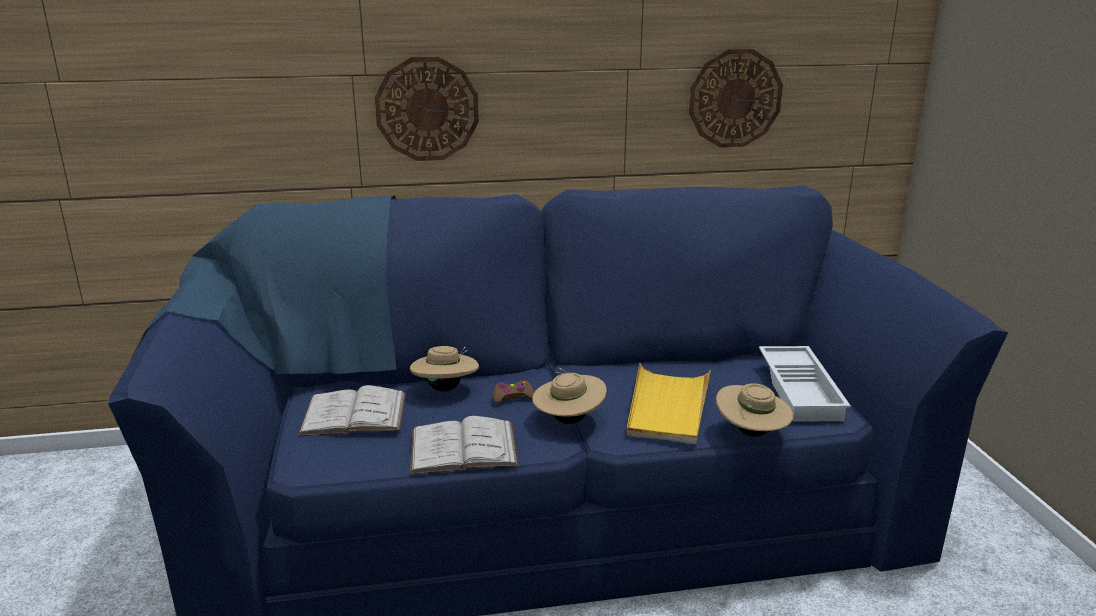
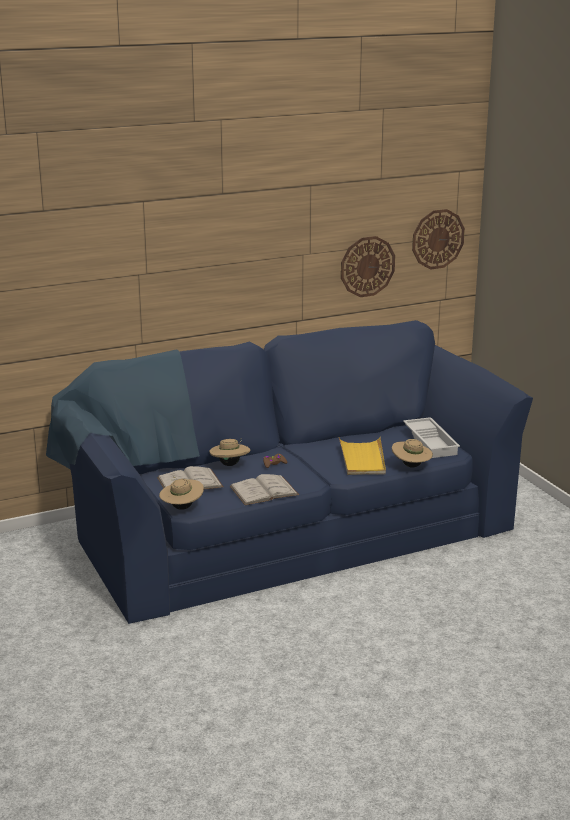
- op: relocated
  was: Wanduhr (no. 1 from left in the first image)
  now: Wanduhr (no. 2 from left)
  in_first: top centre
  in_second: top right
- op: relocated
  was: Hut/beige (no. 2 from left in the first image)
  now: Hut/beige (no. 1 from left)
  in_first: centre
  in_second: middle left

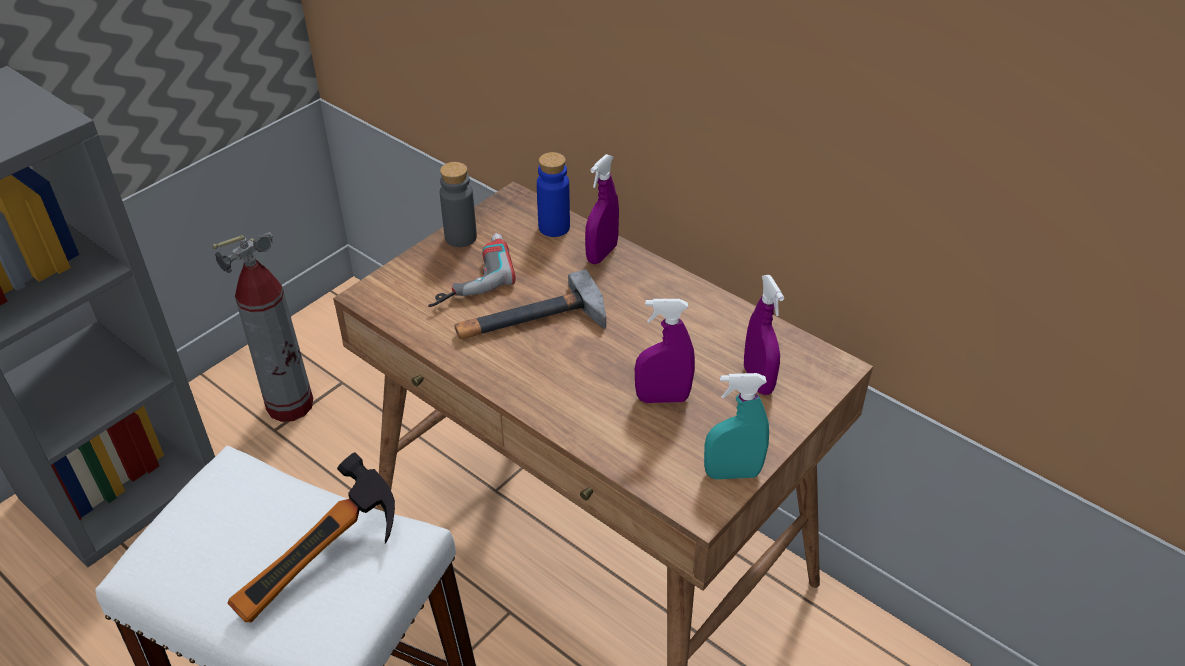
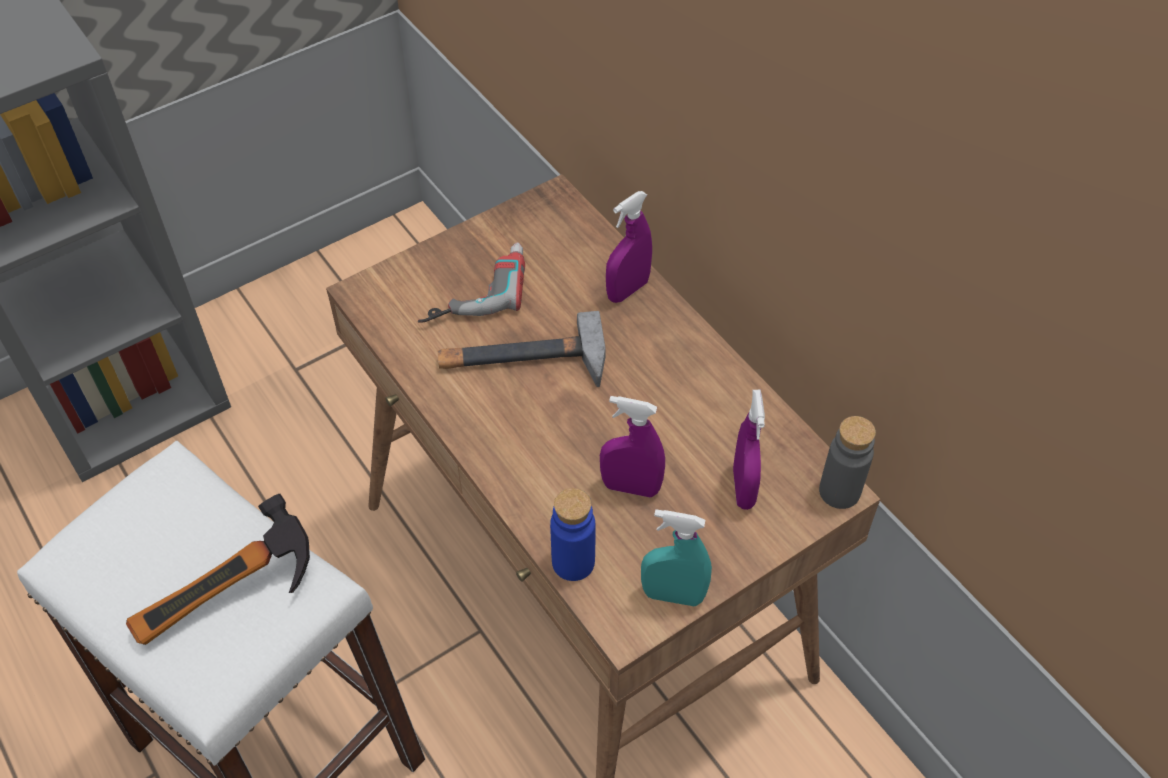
- op: missing
  was: Feuerlöscher
  in_first: middle left
- op: relocated
  was: Flasche/grau
  in_first: top centre
  in_second: middle right
- op: relocated
  was: Flasche/blau
  in_first: top centre
  in_second: bottom centre

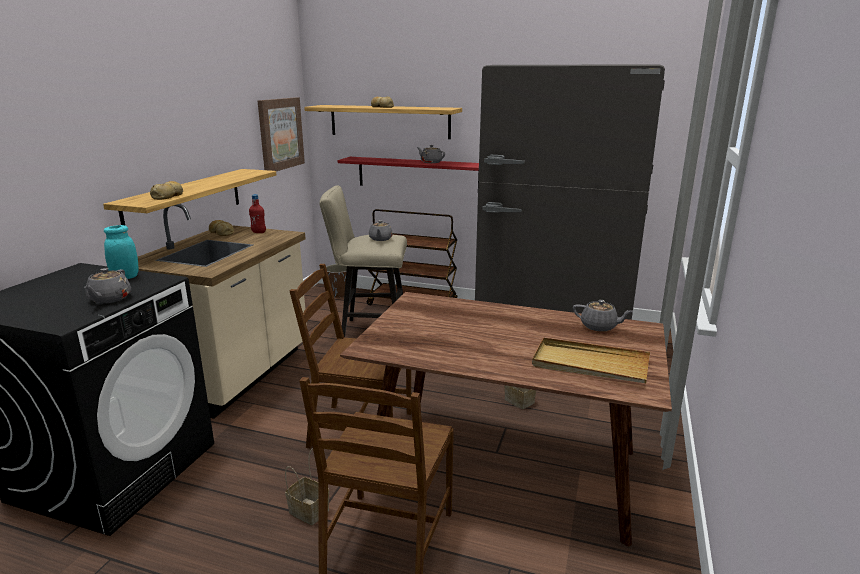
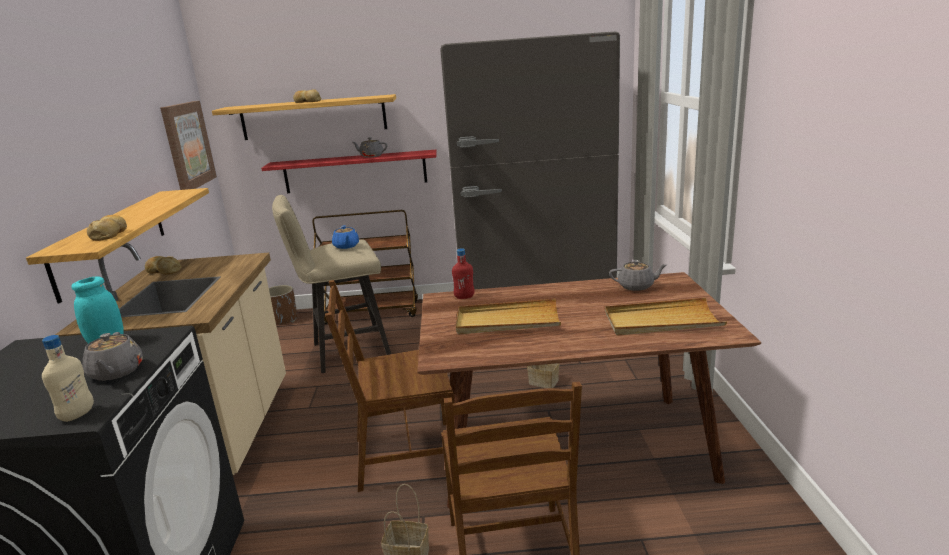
- op: appeared
  now: Flasche/beige
  in_second: bottom left
- op: appeared
  now: Tablett/beige (no. 1 from left)
  in_second: centre
- op: relocated
  was: Flasche/rot
  in_first: middle left
  in_second: centre
- op: colour
  was: Teekanne/grau (no. 2 from left)
  now: Teekanne/blau
  in_first: centre
  in_second: centre

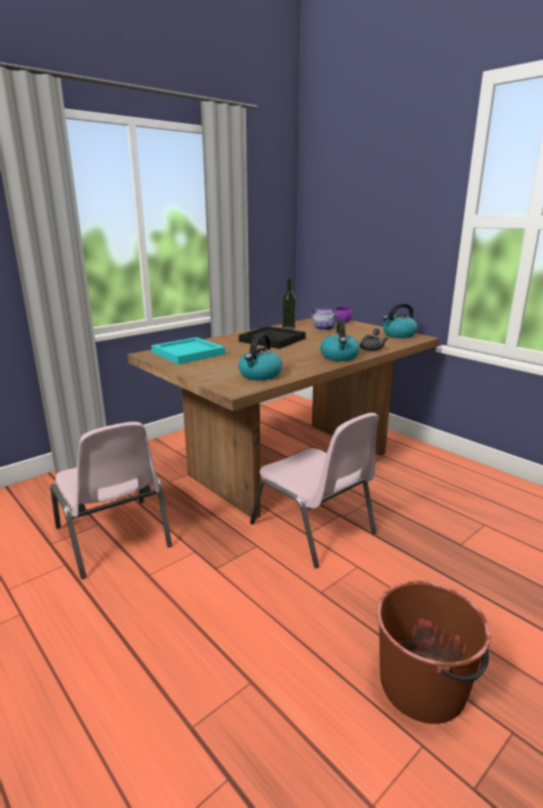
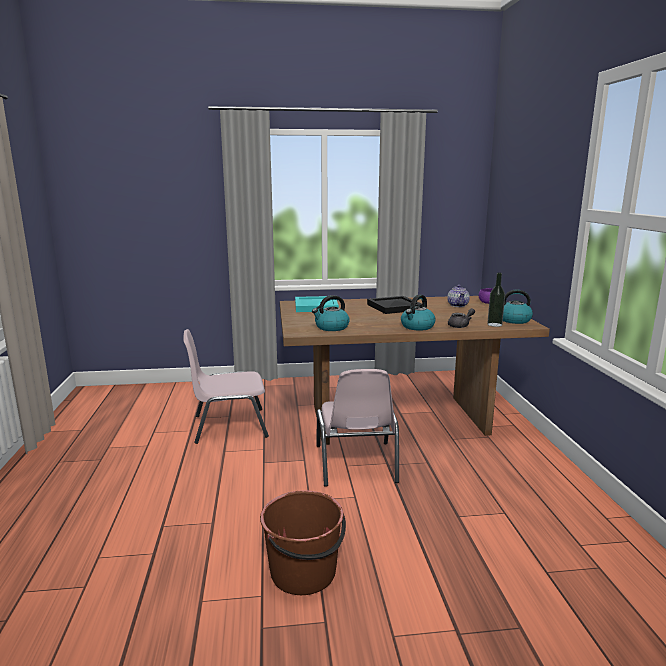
- op: relocated
  was: Flasche
  in_first: centre
  in_second: middle right
- op: spun
  was: Stuhl/rosa (no. 1 from left)
  in_first: middle left
  in_second: centre
  clockwise: 75

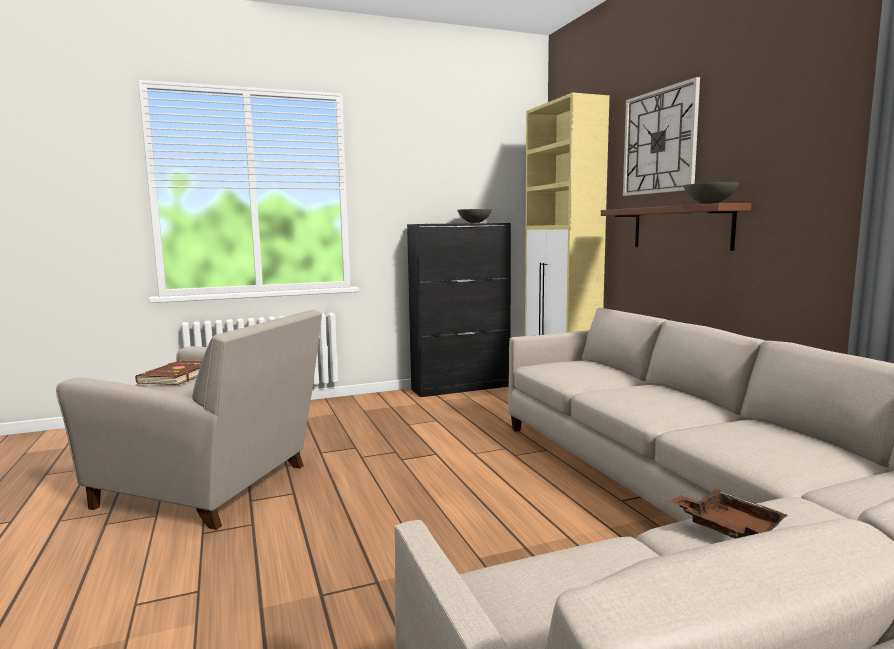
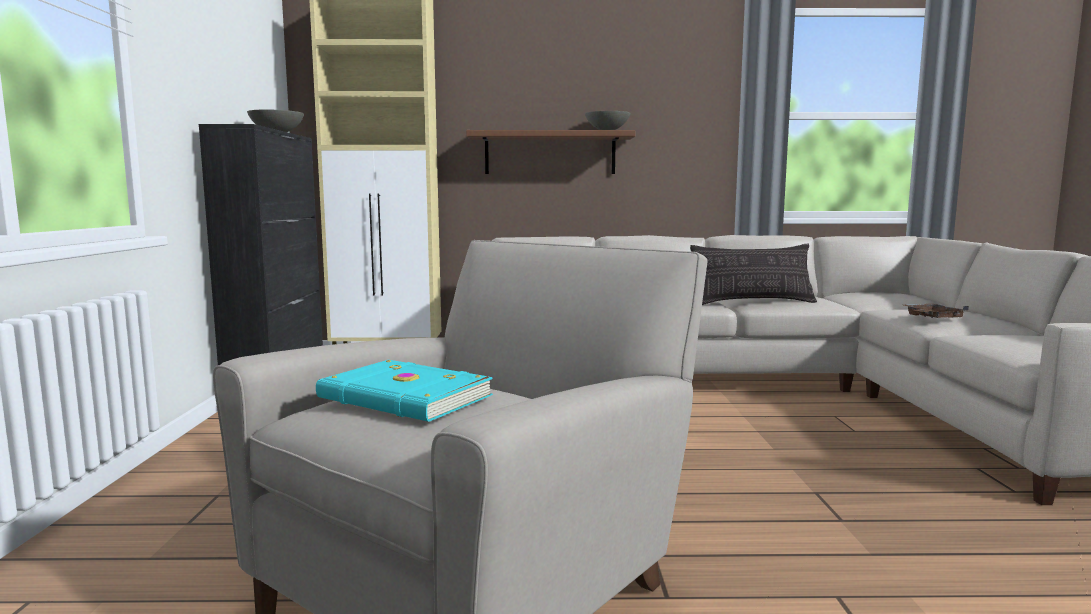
- op: missing
  was: Wanduhr
  in_first: top right
- op: appeared
  now: Kissen
  in_second: middle right
- op: colour
  was: Buch/braun
  now: Buch/türkis
  in_first: middle left
  in_second: centre

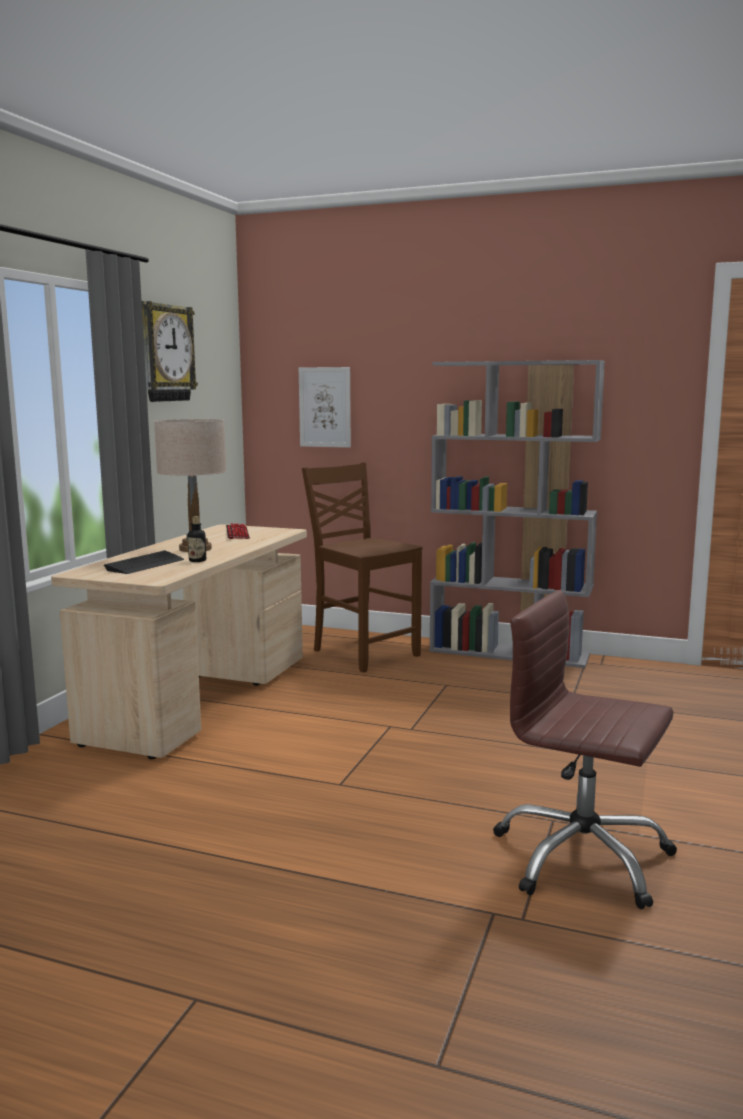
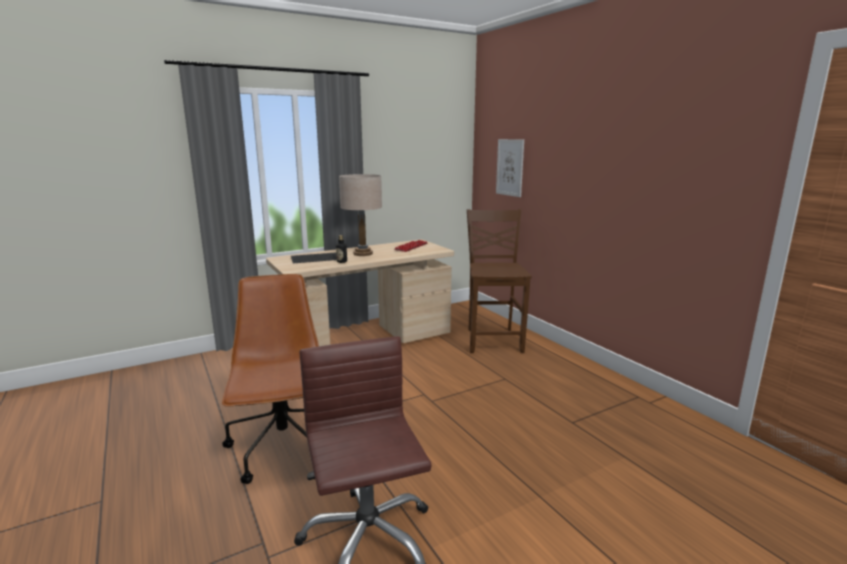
- op: missing
  was: Wanduhr
  in_first: top left
- op: missing
  was: Bücherregal/grau
  in_first: middle right
- op: appeared
  now: Bürostuhl/braun (no. 1 from left)
  in_second: bottom left

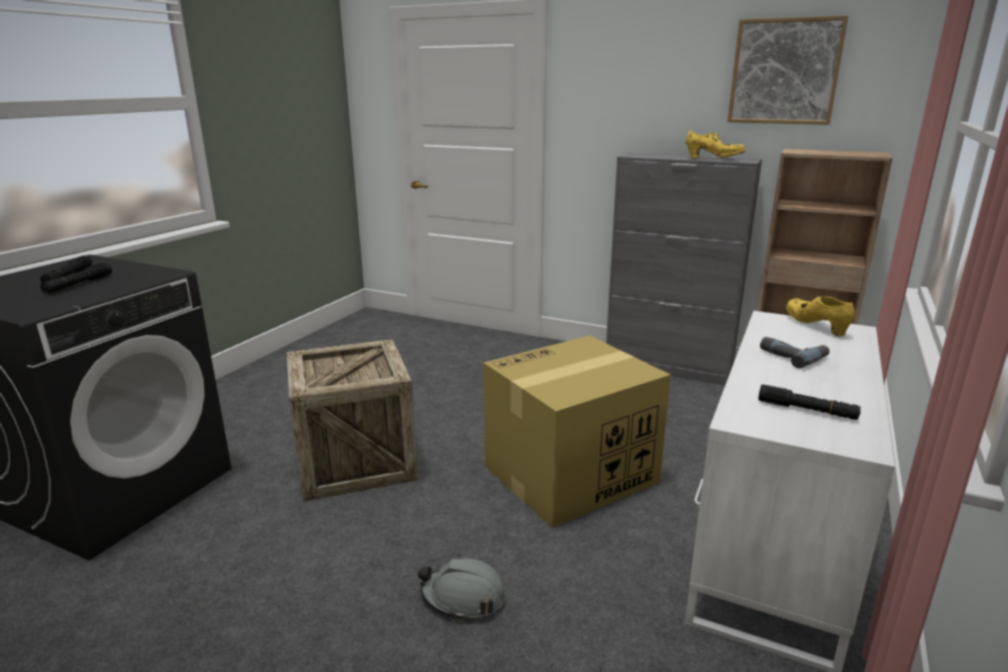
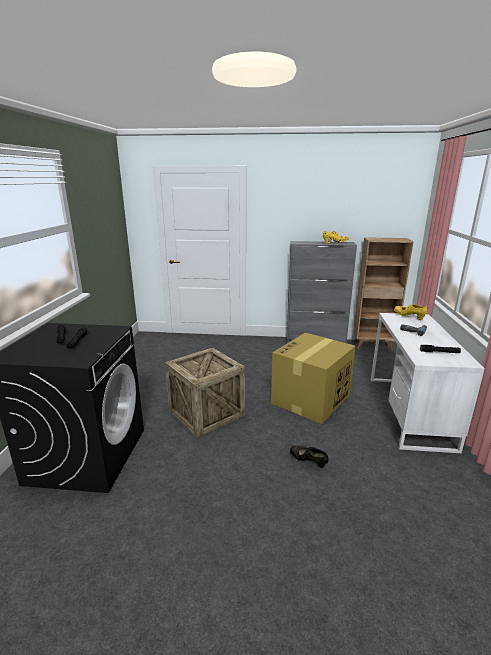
- op: missing
  was: Bild
  in_first: top right
- op: exchanged
  was: Schutzhelm/grau
  now: Schuh/schwarz
  in_first: bottom centre
  in_second: bottom centre

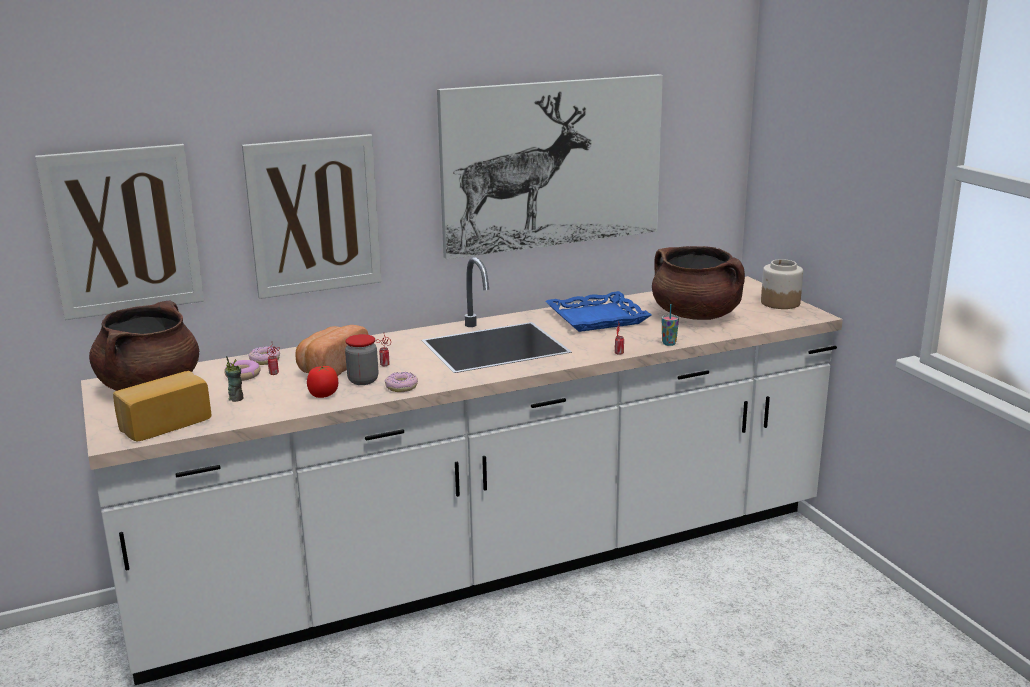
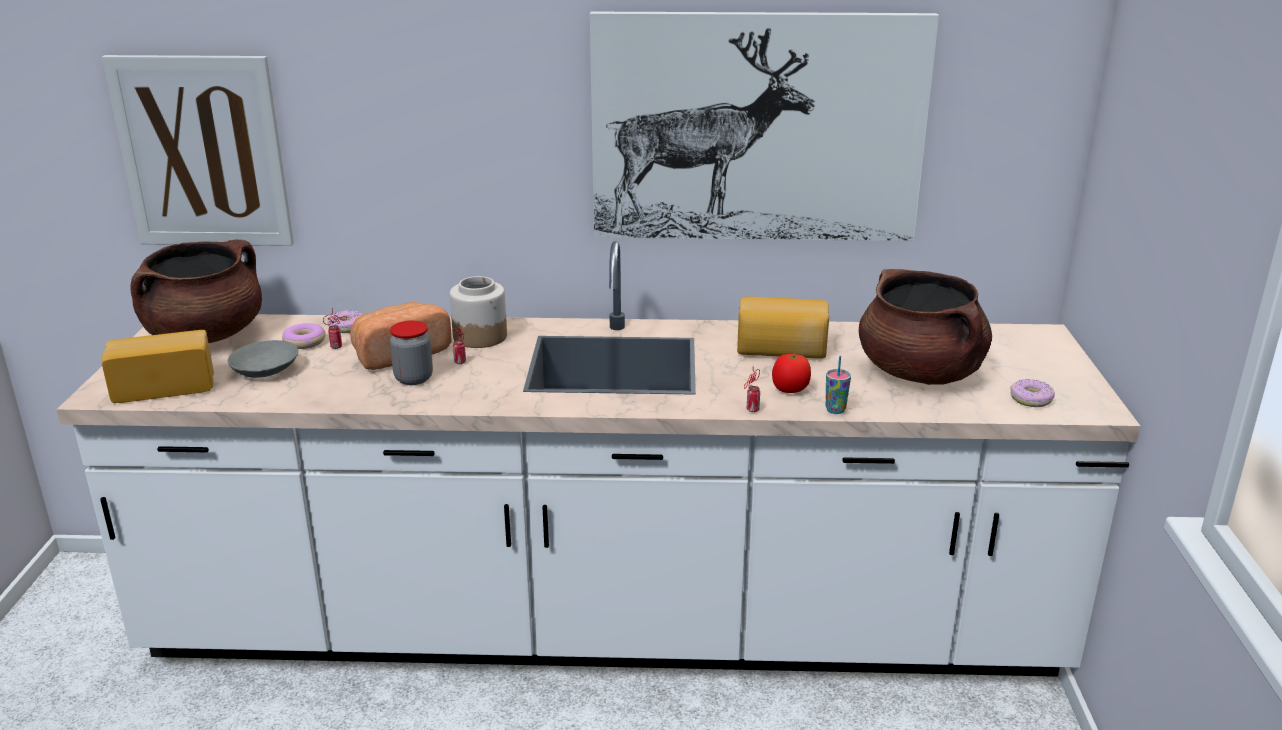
- op: missing
  was: Bild (no. 2 from left)
  in_first: top left
- op: relocated
  was: Tomate
  in_first: middle left
  in_second: centre
- op: relocated
  was: Donut (no. 3 from left)
  in_first: centre
  in_second: middle right
- op: relocated
  was: Vorratsglas (no. 2 from left)
  in_first: middle right
  in_second: centre
- op: exchanged
  was: Tasse (no. 1 from left)
  now: Schüssel/grau
  in_first: middle left
  in_second: middle left
- op: exchanged
  was: Tablett/blau
  now: Brot (no. 3 from left)
  in_first: centre
  in_second: centre

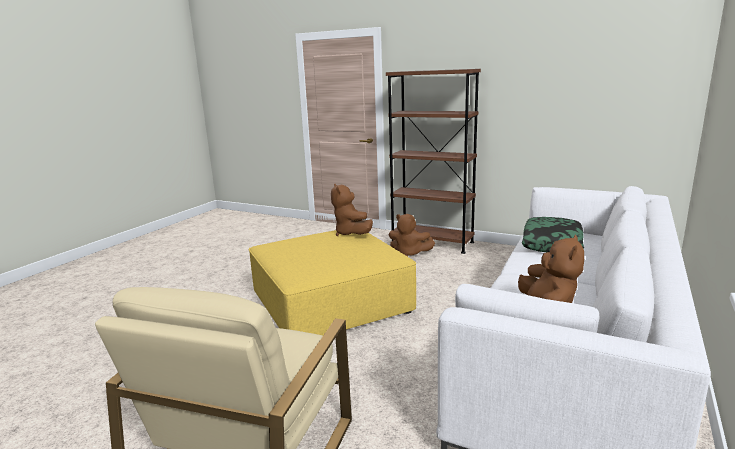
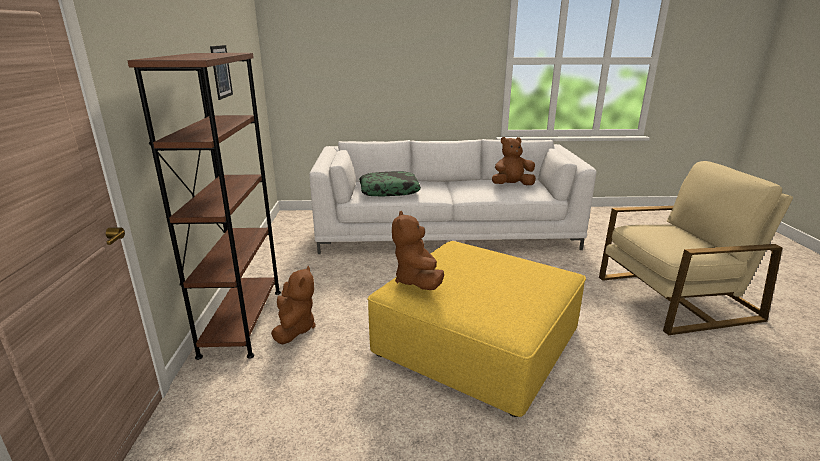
- op: appeared
  now: Bild
  in_second: top left
- op: spun
  was: Plüschtier/braun (no. 1 from left in the first image)
  in_first: centre
  in_second: centre
  clockwise: 135

